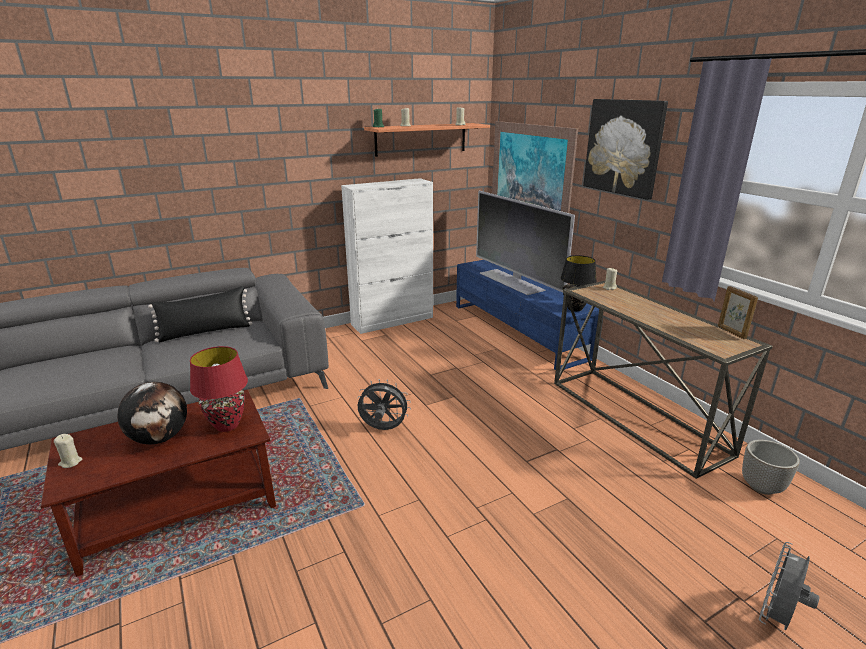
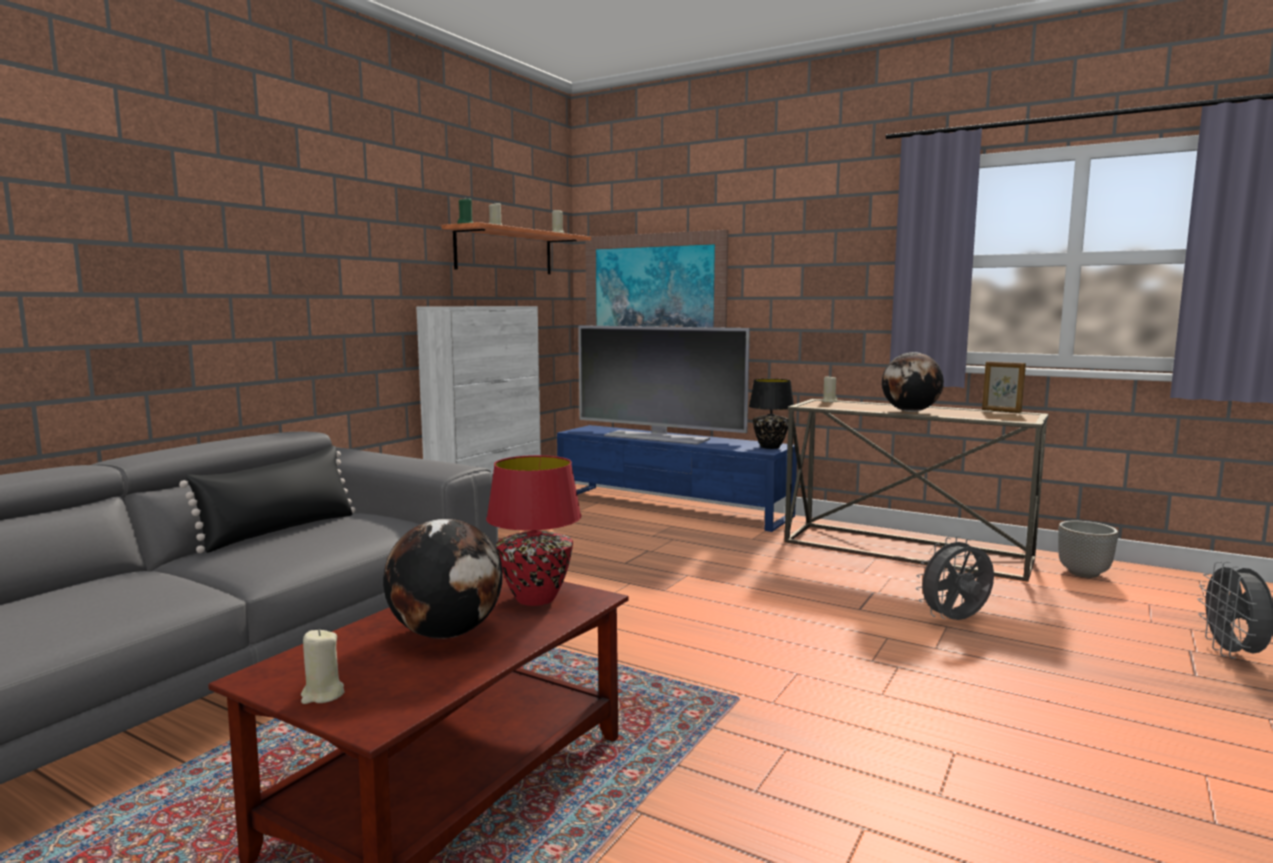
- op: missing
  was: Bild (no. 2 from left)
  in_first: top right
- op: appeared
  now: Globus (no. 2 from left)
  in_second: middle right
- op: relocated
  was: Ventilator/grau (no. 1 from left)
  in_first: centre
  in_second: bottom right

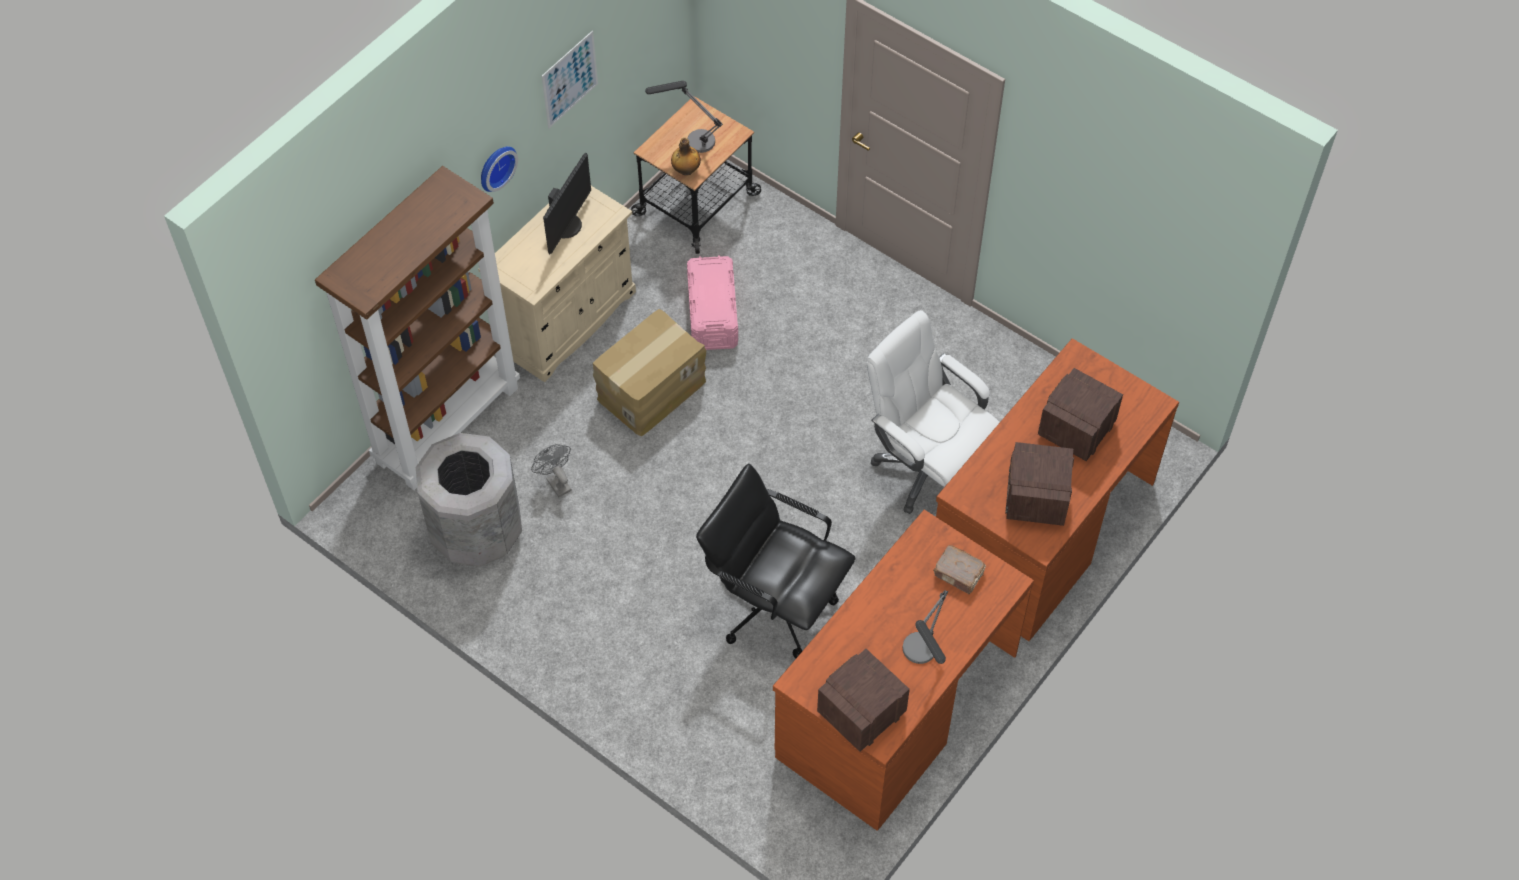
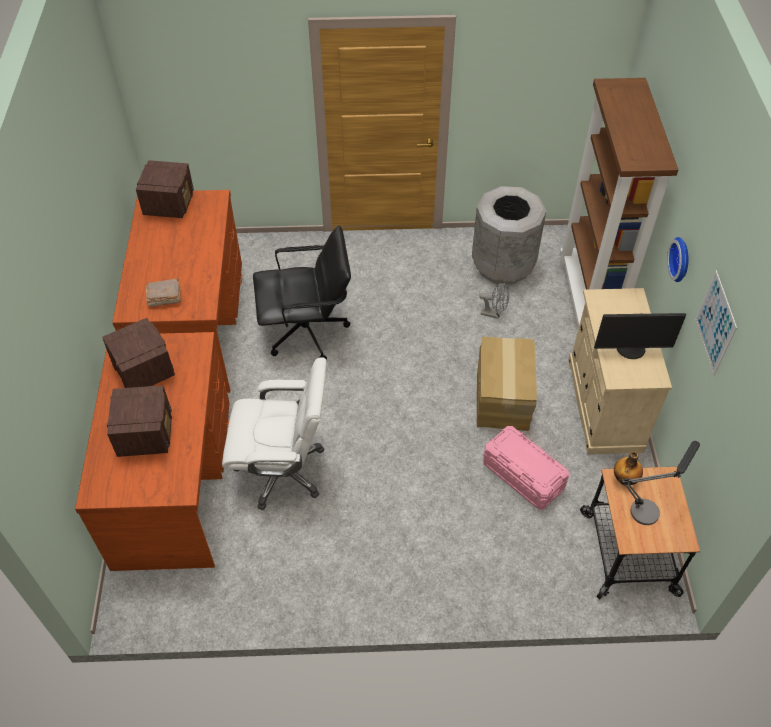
- op: missing
  was: Tischlampe (no. 2 from left)
  in_first: bottom centre
- op: spun
  was: Monitor
  in_first: top centre
  in_second: middle right
  clockwise: -75

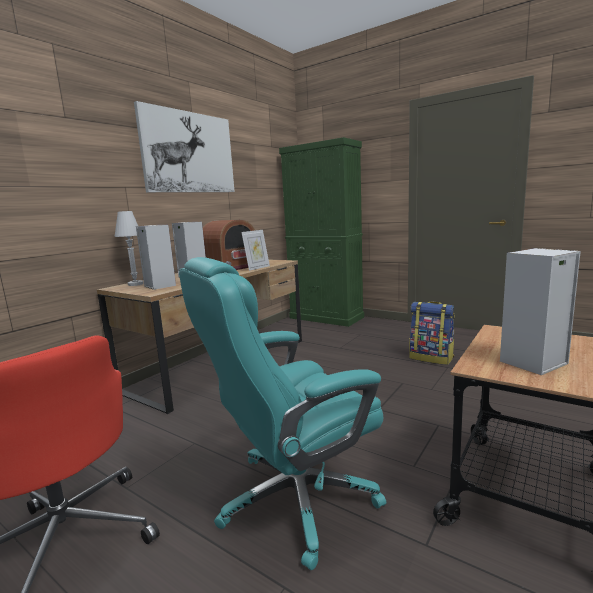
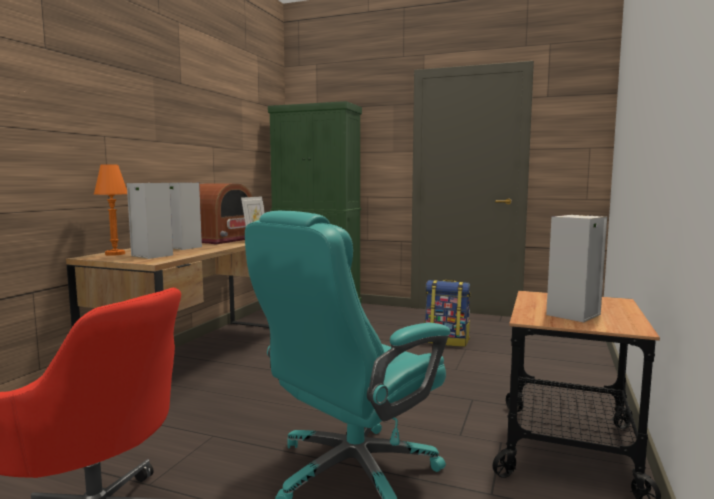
- op: missing
  was: Bild
  in_first: top left
- op: colour
  was: Tischlampe/weiß
  now: Tischlampe/orange
  in_first: middle left
  in_second: middle left

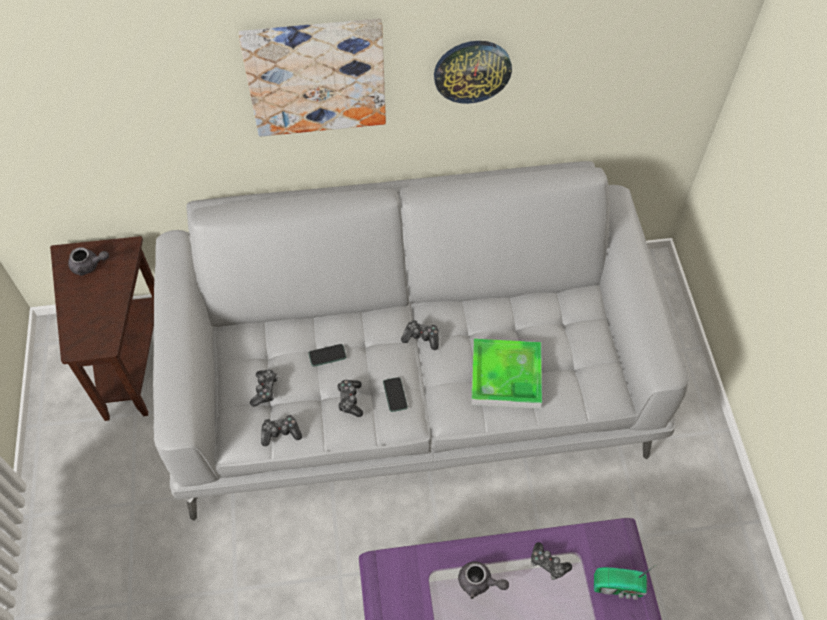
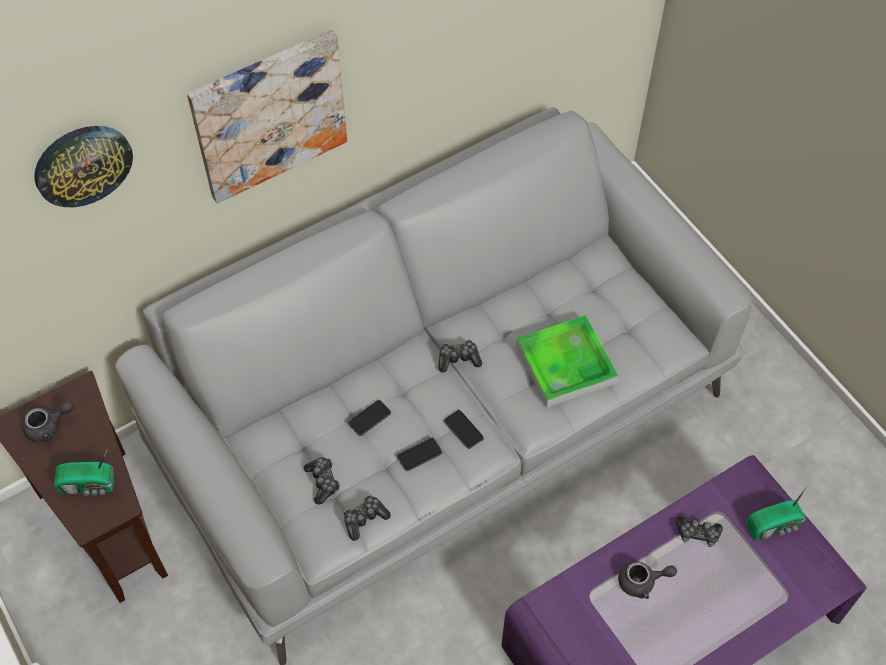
- op: appeared
  now: Radio (no. 1 from left)
  in_second: bottom left
- op: relocated
  was: Wanduhr
  in_first: top centre
  in_second: top left
- op: exchanged
  was: Gamepad (no. 3 from left)
  now: Handy (no. 2 from left)
  in_first: centre
  in_second: bottom centre

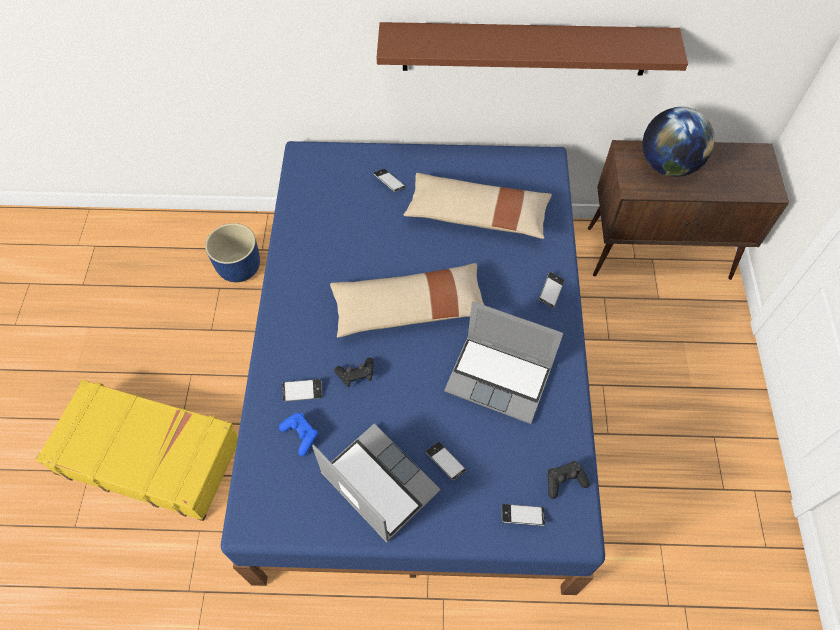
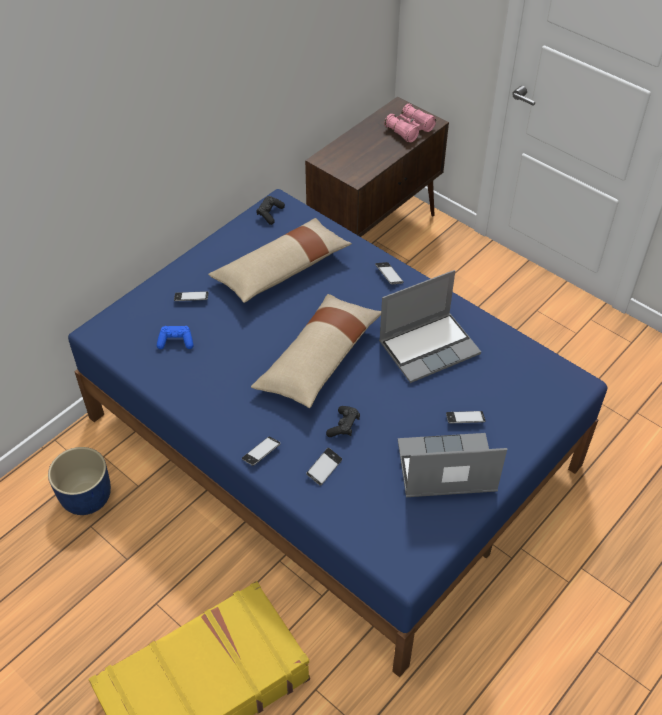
- op: missing
  was: Wandregal/braun
  in_first: top centre
- op: missing
  was: Globus
  in_first: top right
- op: appeared
  now: Fernglas/rosa
  in_second: top centre
- op: relocated
  was: Gamepad/blau
  in_first: bottom centre
  in_second: middle left
- op: relocated
  was: Handy (no. 4 from left in the first image)
  now: Handy (no. 2 from left)
  in_first: bottom centre
  in_second: centre
- op: relocated
  was: Gamepad/schwarz (no. 2 from left in the first image)
  now: Gamepad/schwarz (no. 1 from left)
  in_first: bottom right
  in_second: top centre

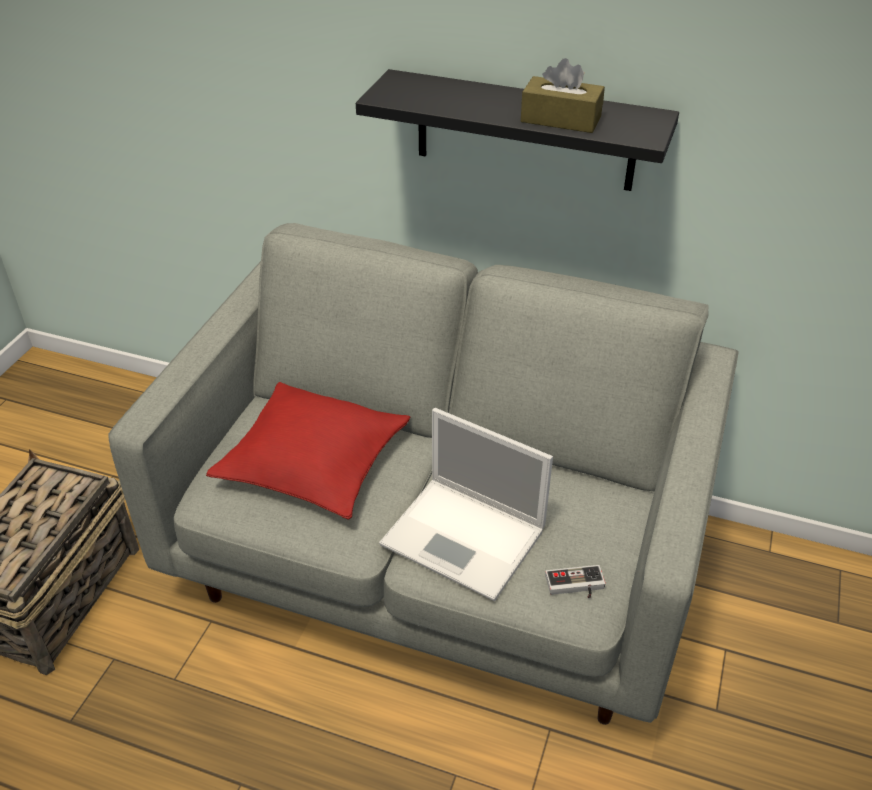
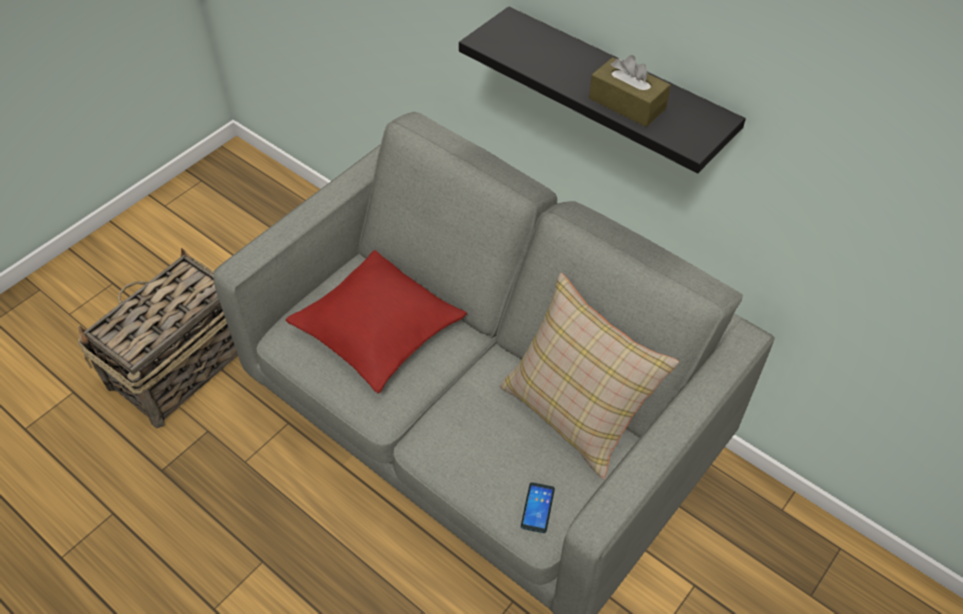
- op: missing
  was: Laptop
  in_first: centre
- op: appeared
  now: Kissen/beige
  in_second: centre
- op: exchanged
  was: Gamepad
  now: Handy
  in_first: bottom centre
  in_second: bottom centre

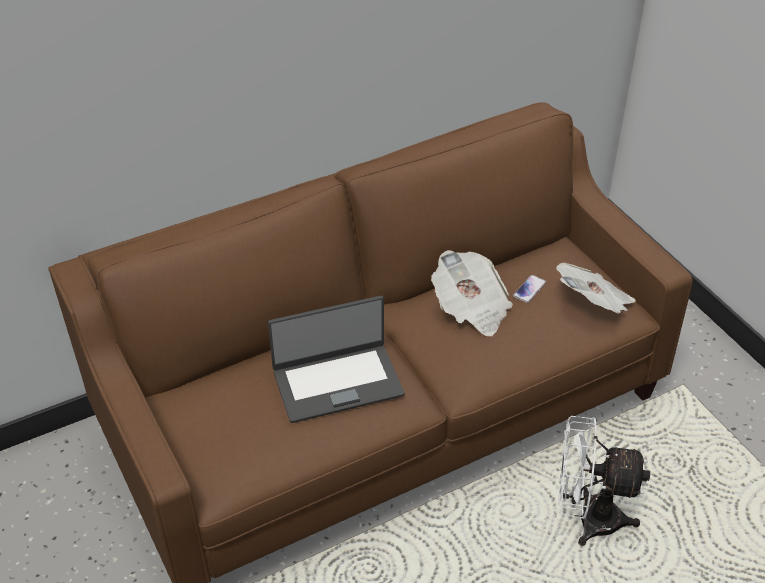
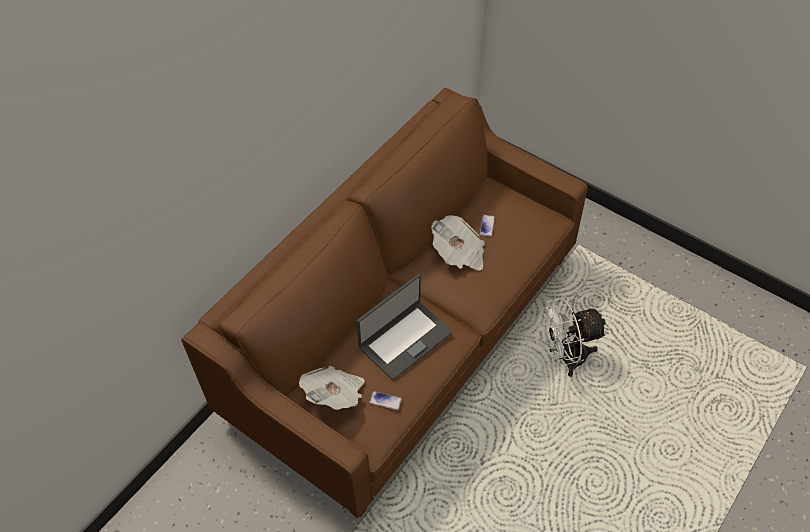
- op: appeared
  now: Handy (no. 1 from left)
  in_second: bottom centre
- op: relocated
  was: Zeitung (no. 2 from left in the first image)
  now: Zeitung (no. 1 from left)
  in_first: middle right
  in_second: bottom centre

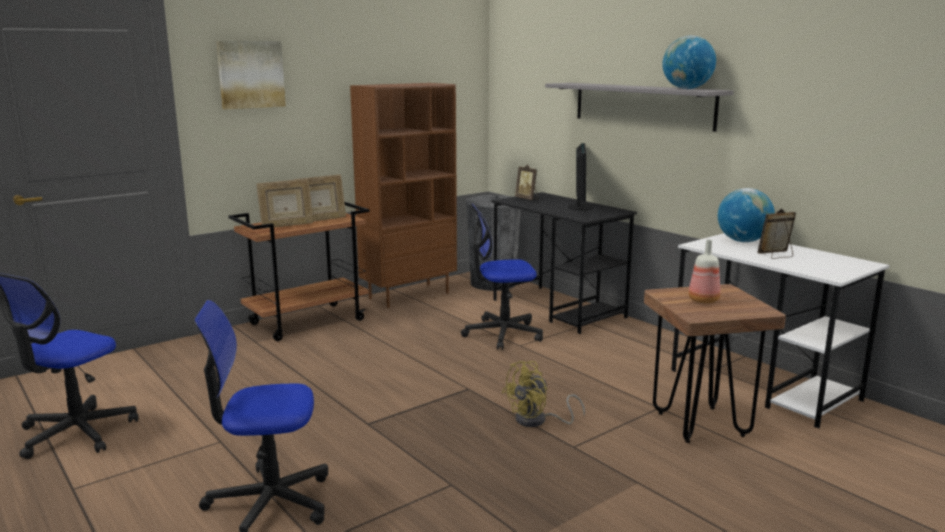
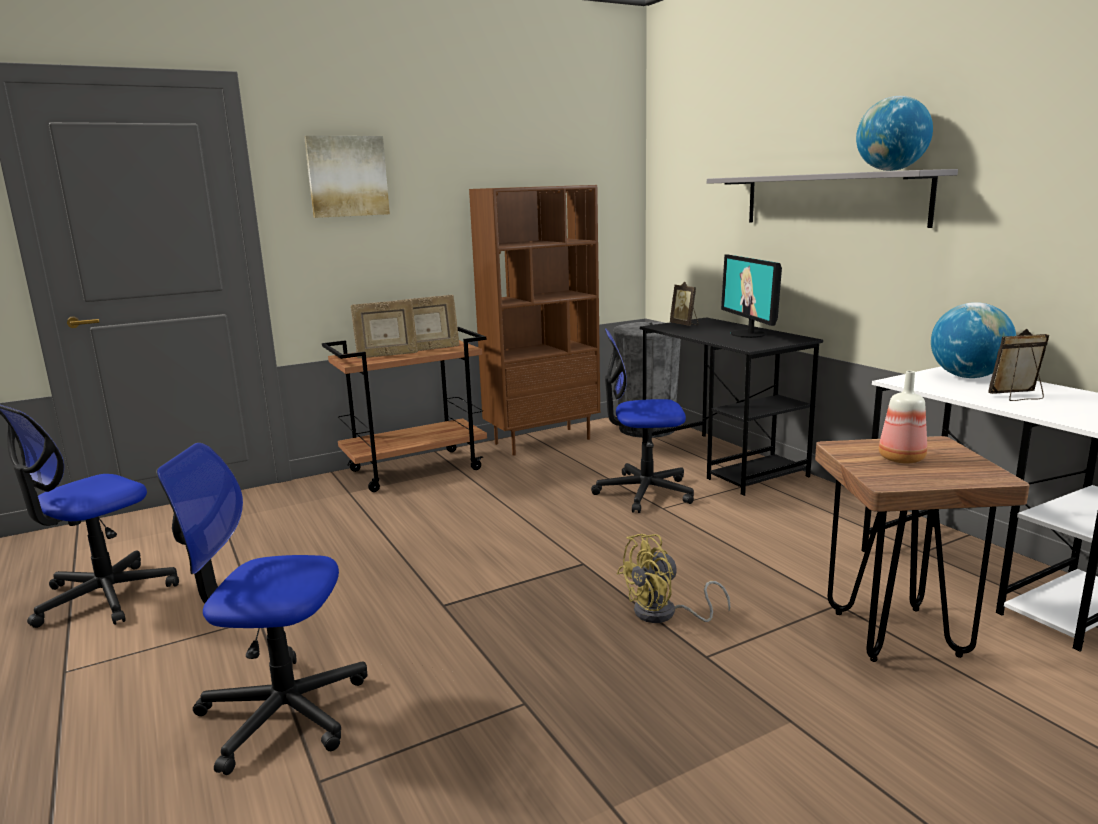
- op: spun
  was: Monitor
  in_first: top centre
  in_second: middle right
  clockwise: 150

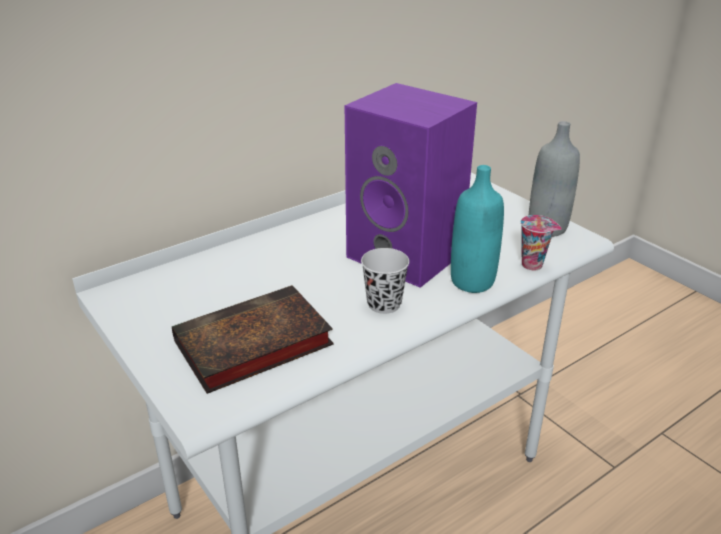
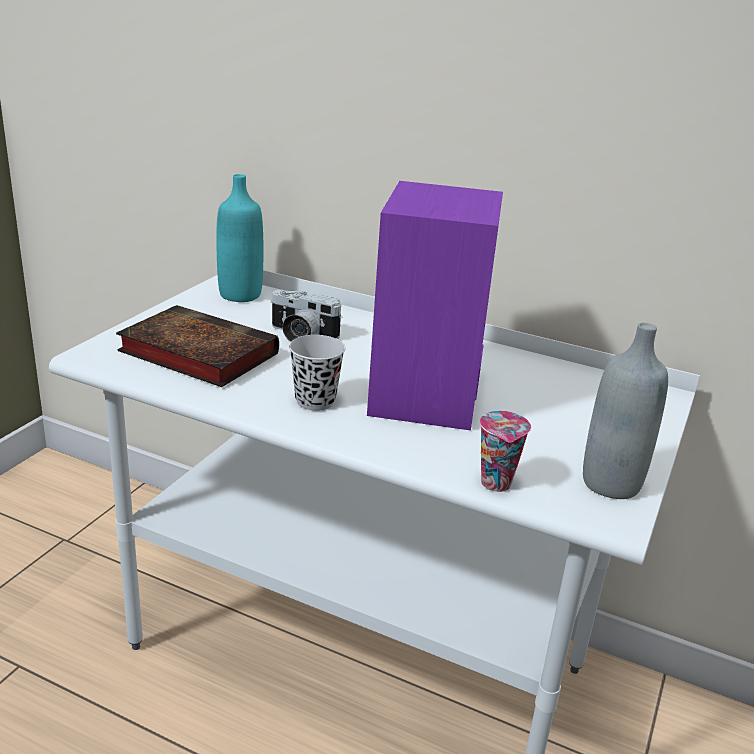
- op: appeared
  now: Kamera
  in_second: centre
- op: relocated
  was: Flasche/türkis
  in_first: centre
  in_second: top left

